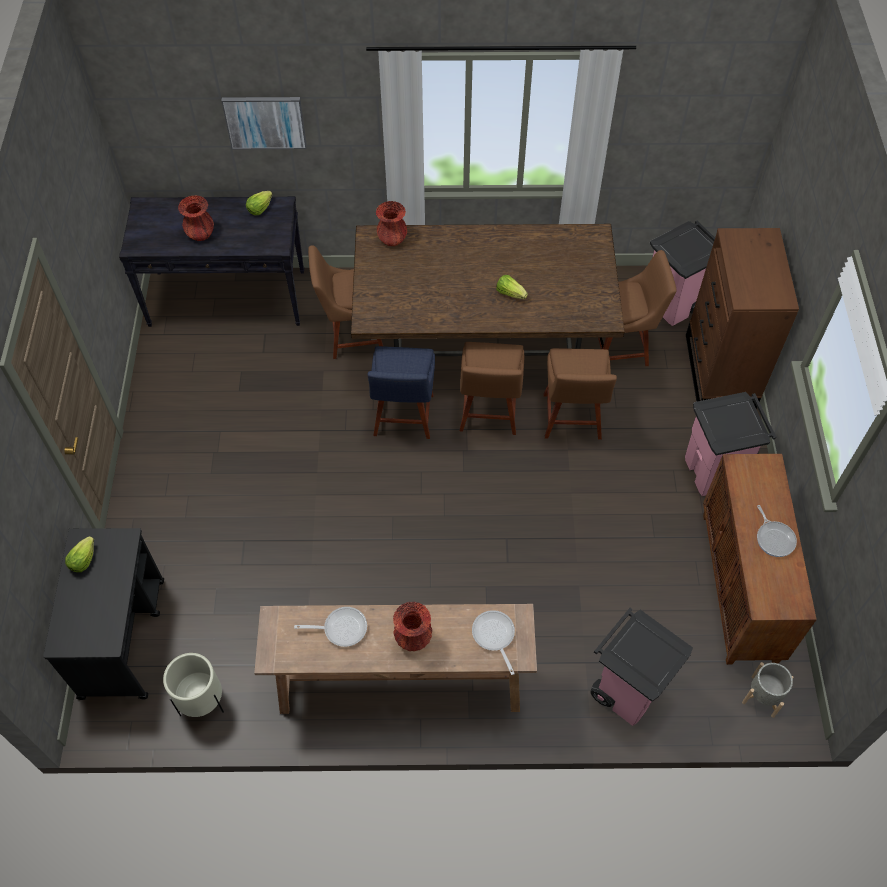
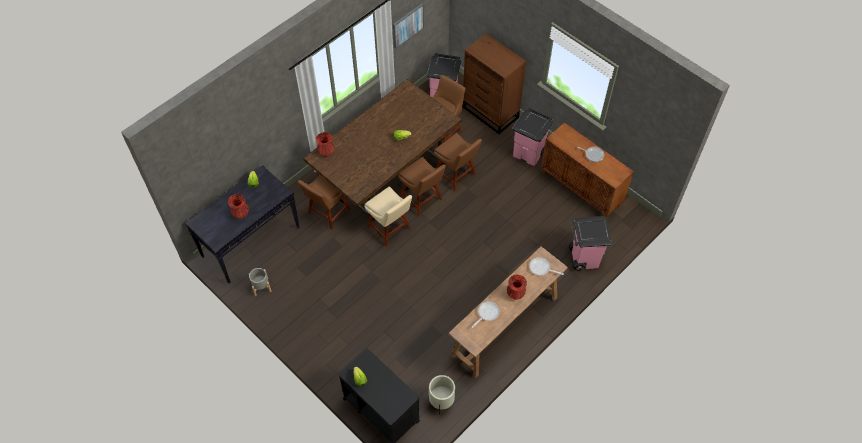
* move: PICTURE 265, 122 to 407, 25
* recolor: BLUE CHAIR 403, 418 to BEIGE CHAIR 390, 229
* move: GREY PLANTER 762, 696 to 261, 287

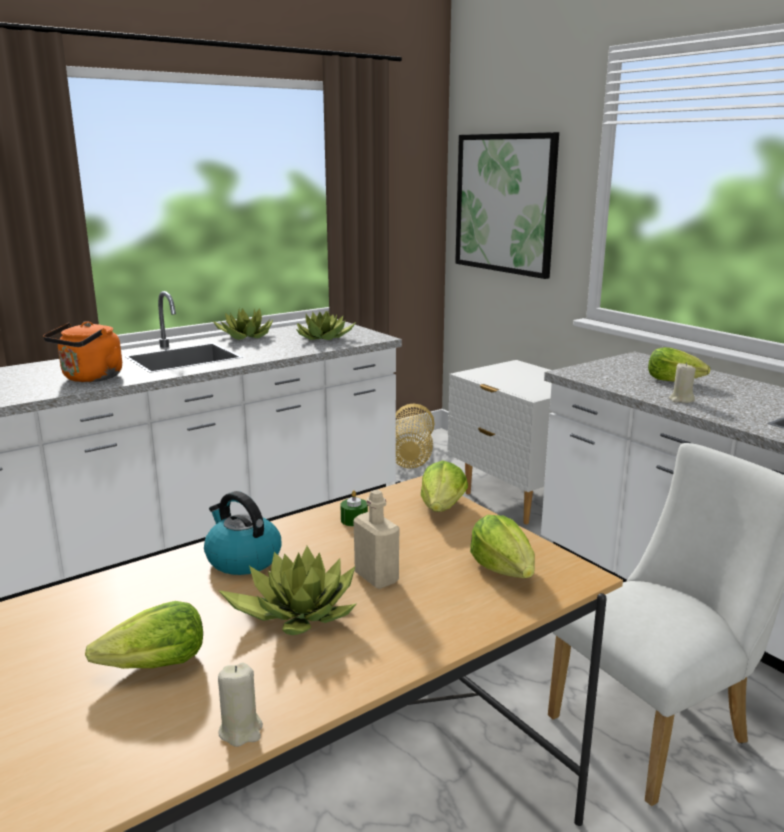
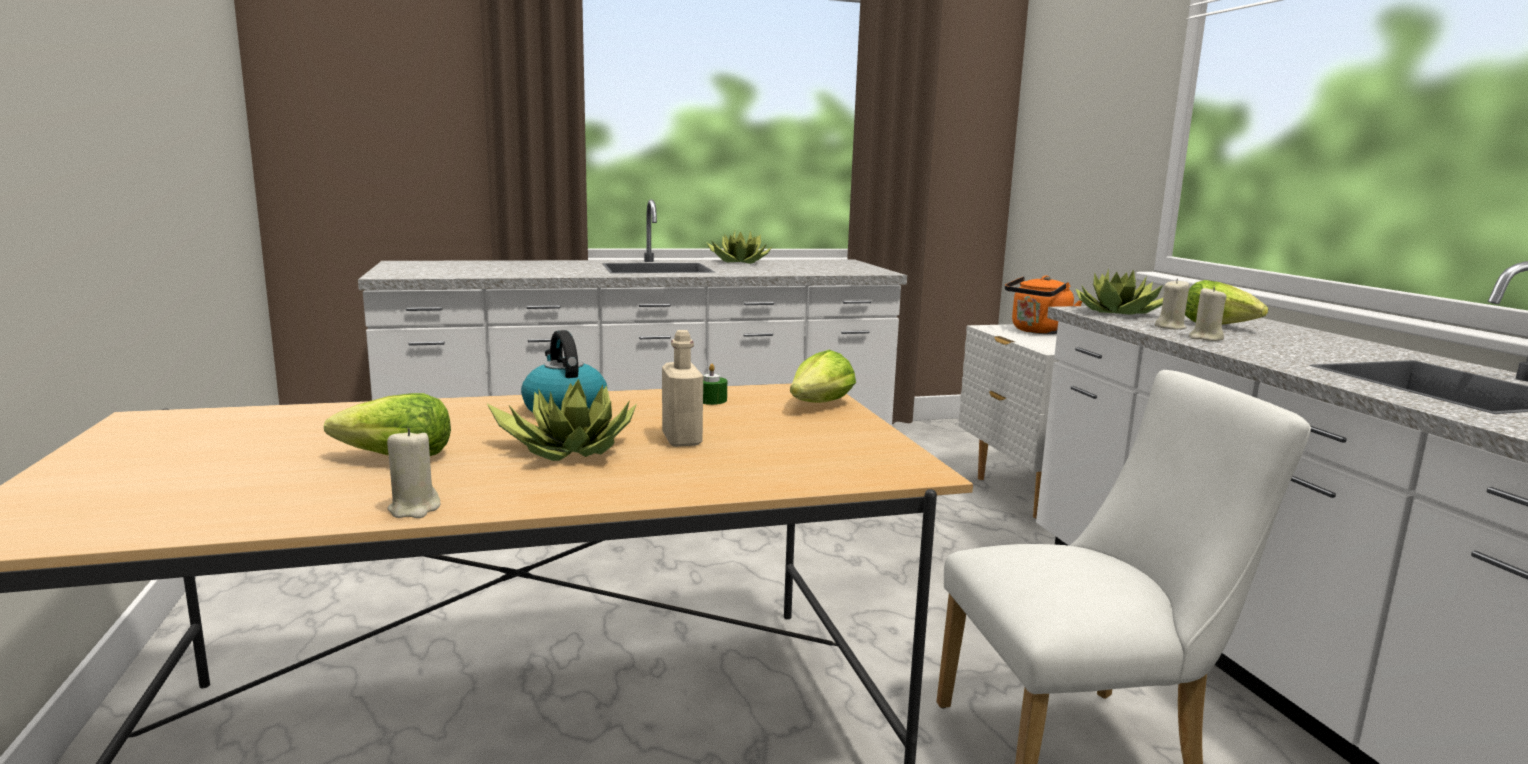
* delete: PICTURE 505, 203
* move: POTTED PLANT 324, 338 to 1119, 312
* move: ORANGE KETTLE 90, 378 to 1038, 331
* delete: BASKET 411, 457
* delete: LETTUCE 504, 569
* insert: BEIGE CANDLE 1170, 327

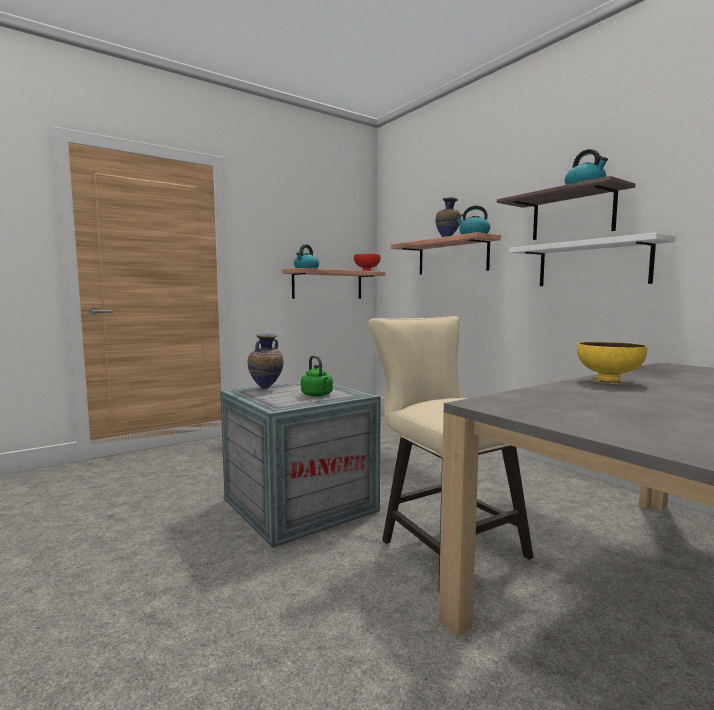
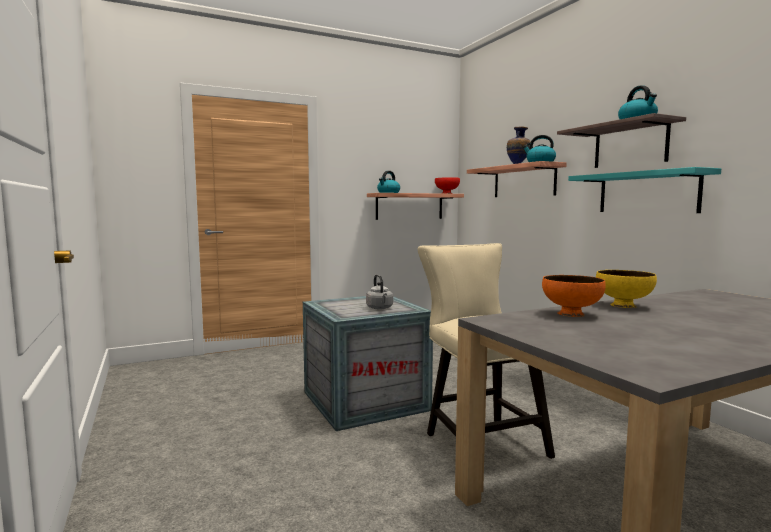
* recolor: WHITE SHELF 592, 264 to TURQUOISE SHELF 647, 192
* delete: VASE 266, 389
* recolor: GREEN KETTLE 317, 395 to GREY KETTLE 380, 308
* insert: ORANGE BOWL 571, 314

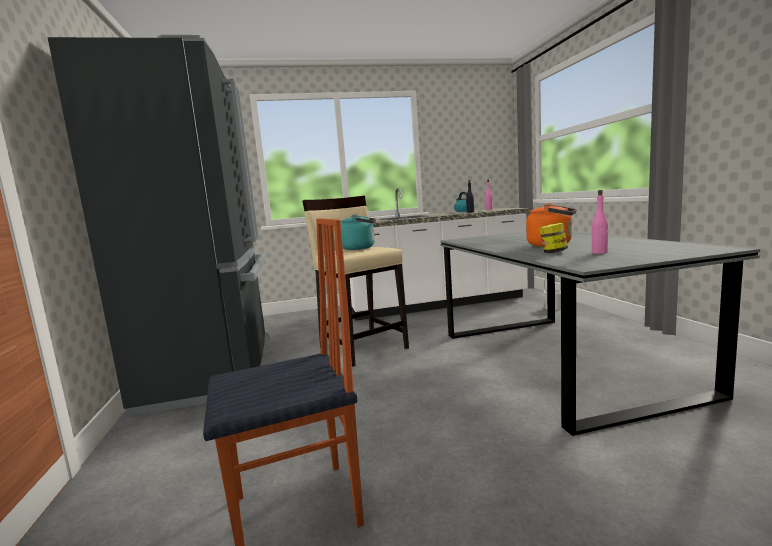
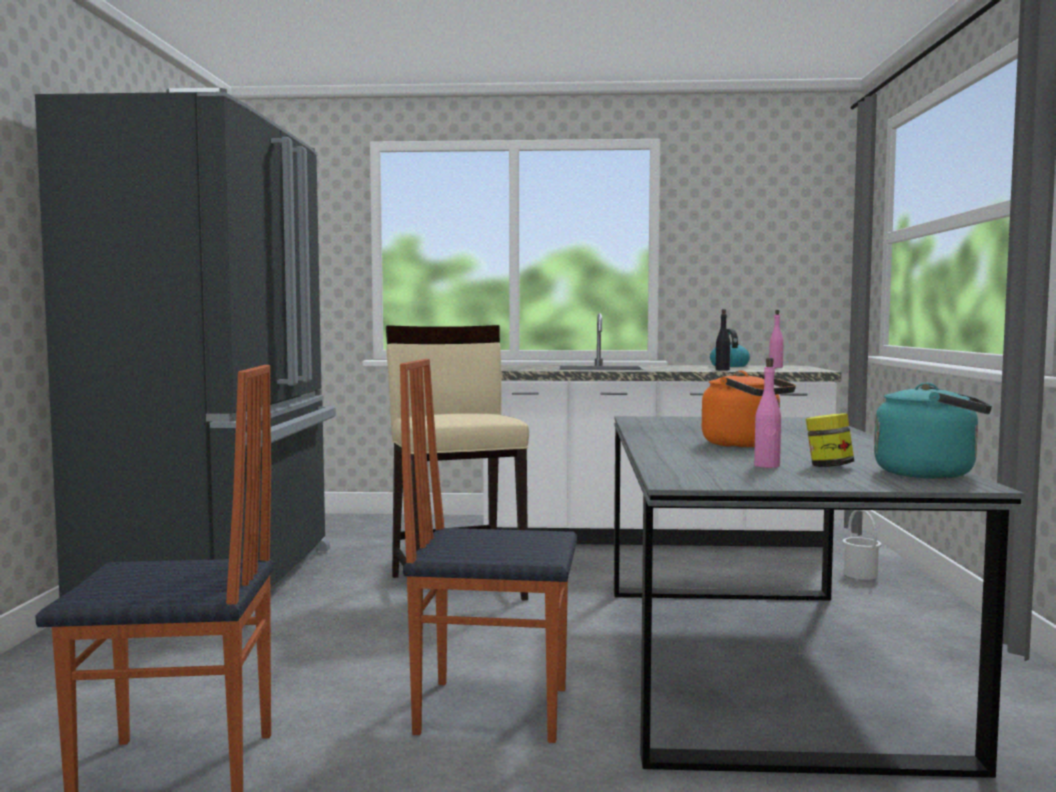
* move: TURQUOISE KETTLE 360, 248 to 931, 474
* move: JAR 553, 252 to 828, 466
* insert: CHAIR 491, 709

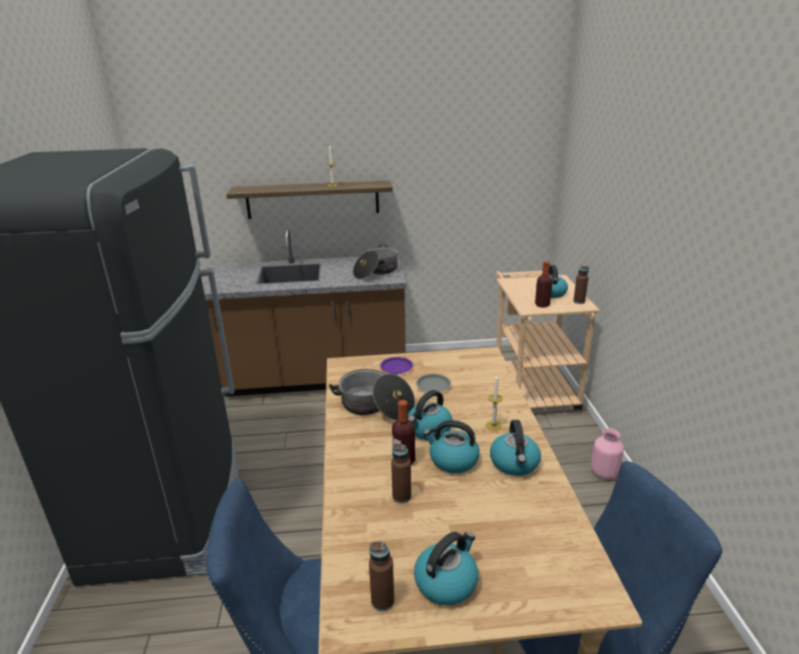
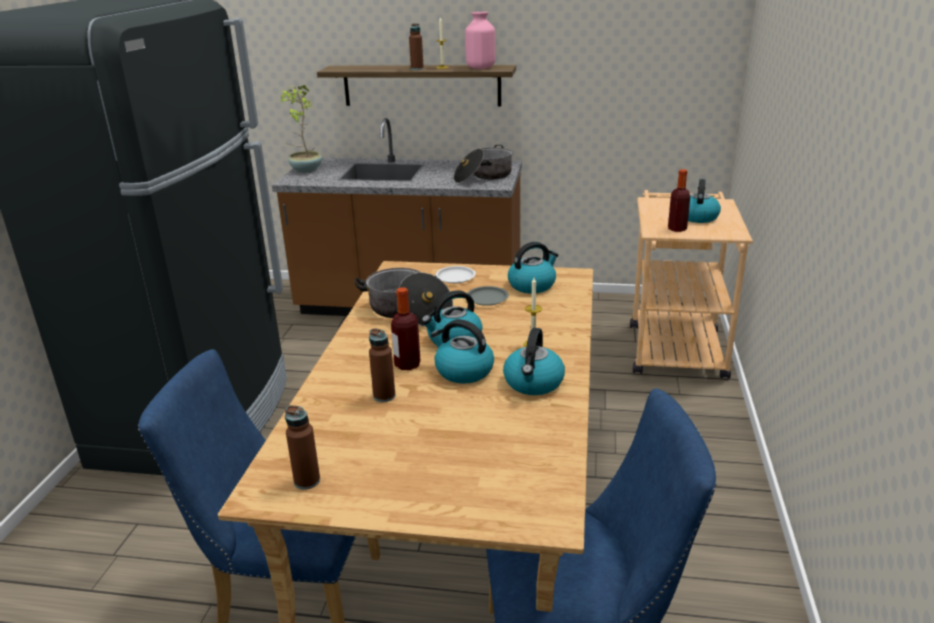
* move: BROWN BOTTLE 579, 301 to 417, 69
* recolor: PURPLE PLATE 396, 368 to WHITE PLATE 455, 277
* move: PINK VASE 604, 473 to 480, 68
* move: KETTLE 446, 582 to 532, 285
* insert: POTTED PLANT 305, 170

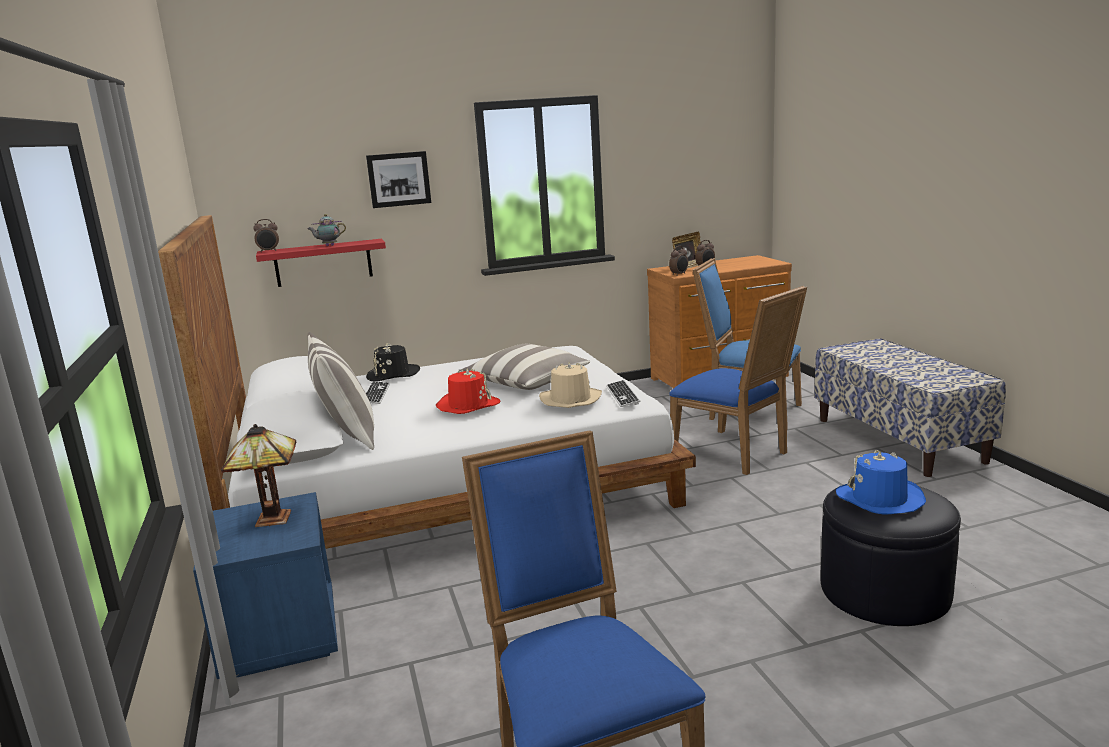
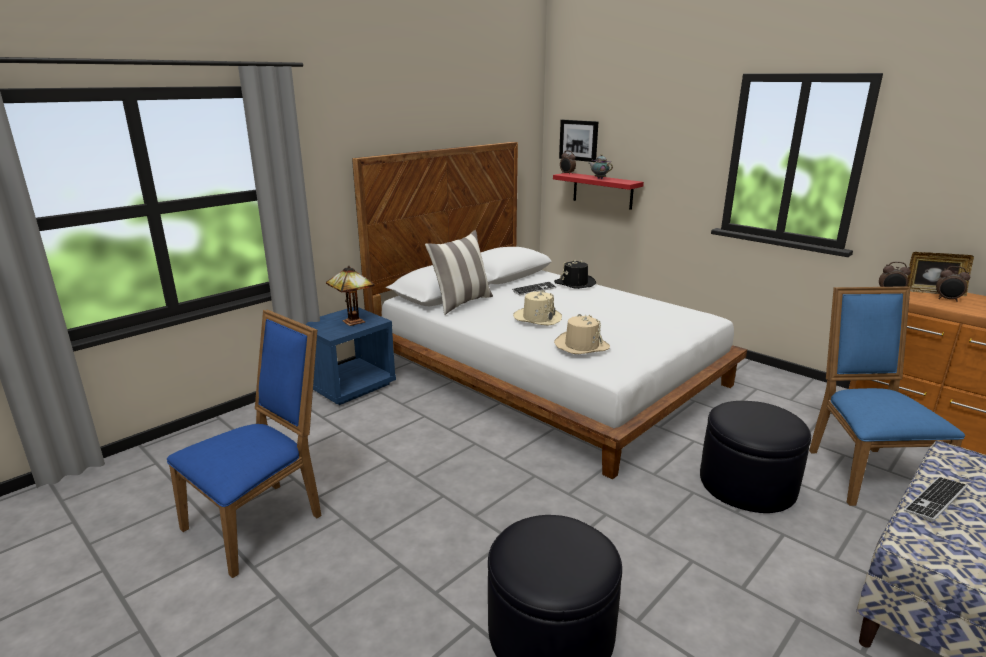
* move: PICTURE 398, 179 to 579, 140
* replace: BLUE CHAIR 735, 454 to BLACK OTTOMAN 747, 484
* delete: PILLOW 527, 382
* recolor: RED HAT 468, 405 to BEIGE HAT 537, 318
* move: KEYBOARD 622, 395 to 935, 500
* delete: BLUE HAT 880, 499

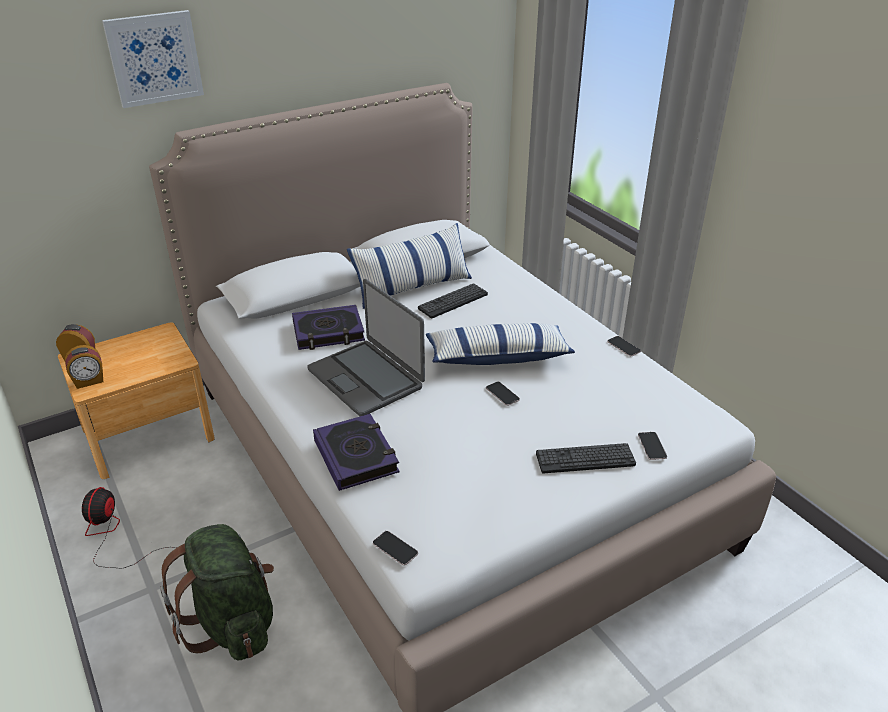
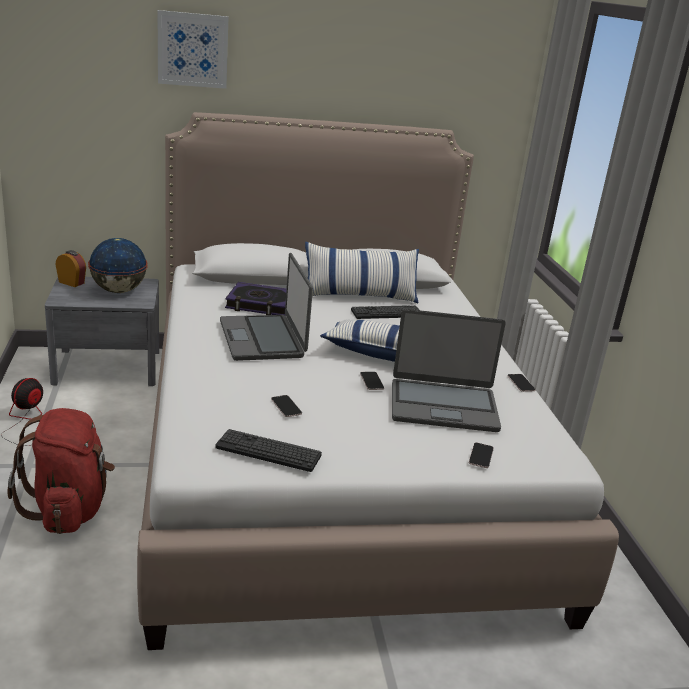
* recolor: BROWN NIGHTSTAND 148, 434 to GREY NIGHTSTAND 107, 367
* delete: ALARM CLOCK 89, 381
* delete: BOOK 356, 456
* move: KEYBOARD 585, 459 to 268, 451
* recolor: GREEN BACKPACK 232, 622 to RED BACKPACK 69, 509
* move: PHONE 395, 548 to 286, 406
* insert: GLOBE 118, 291
* insert: LAPTOP 443, 406

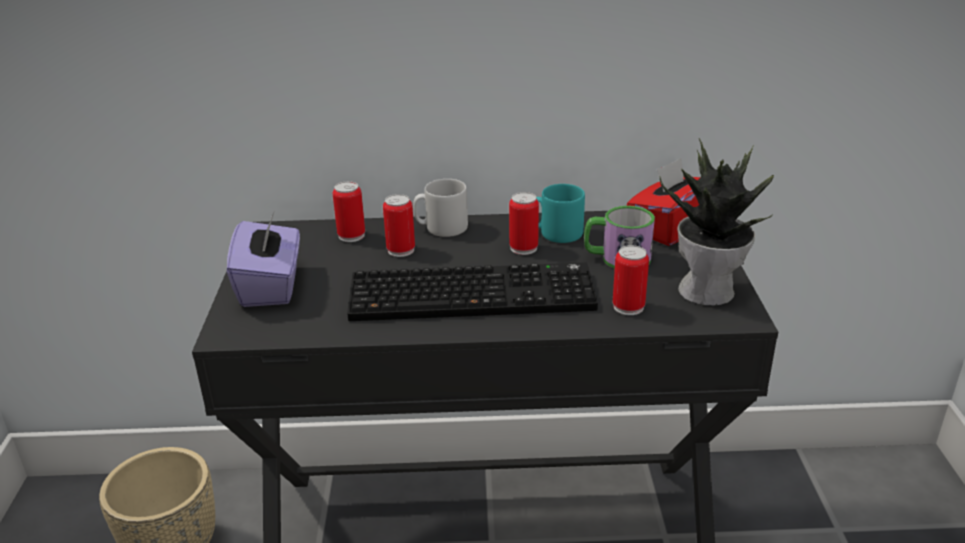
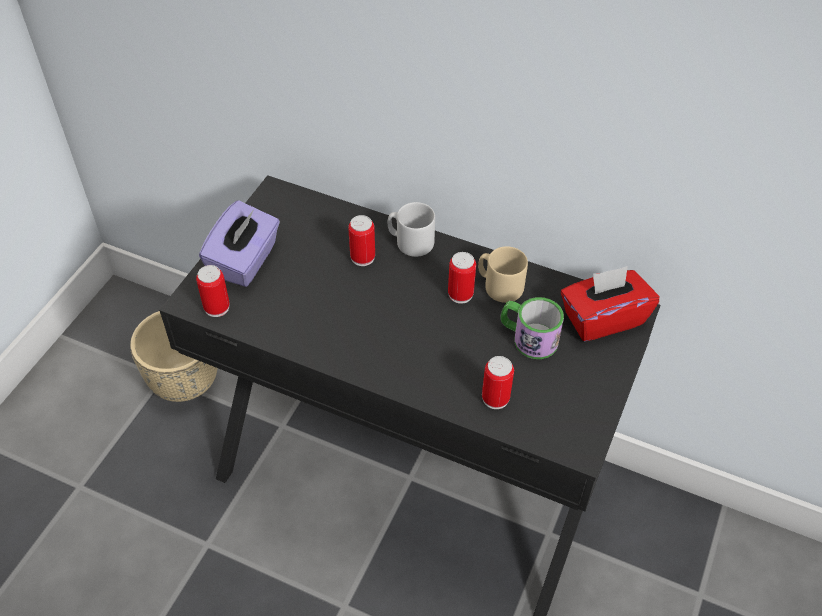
* delete: POTTED PLANT 708, 291
* move: CAN 351, 236 to 217, 307
* recolor: TURQUOISE MUG 556, 233 to BEIGE MUG 499, 286
* delete: KEYBOARD 474, 293

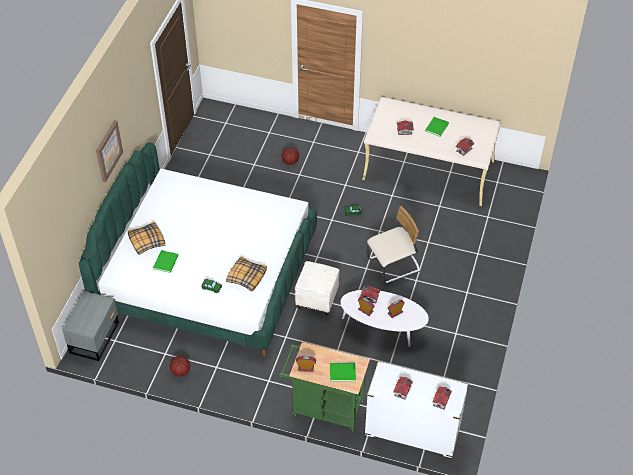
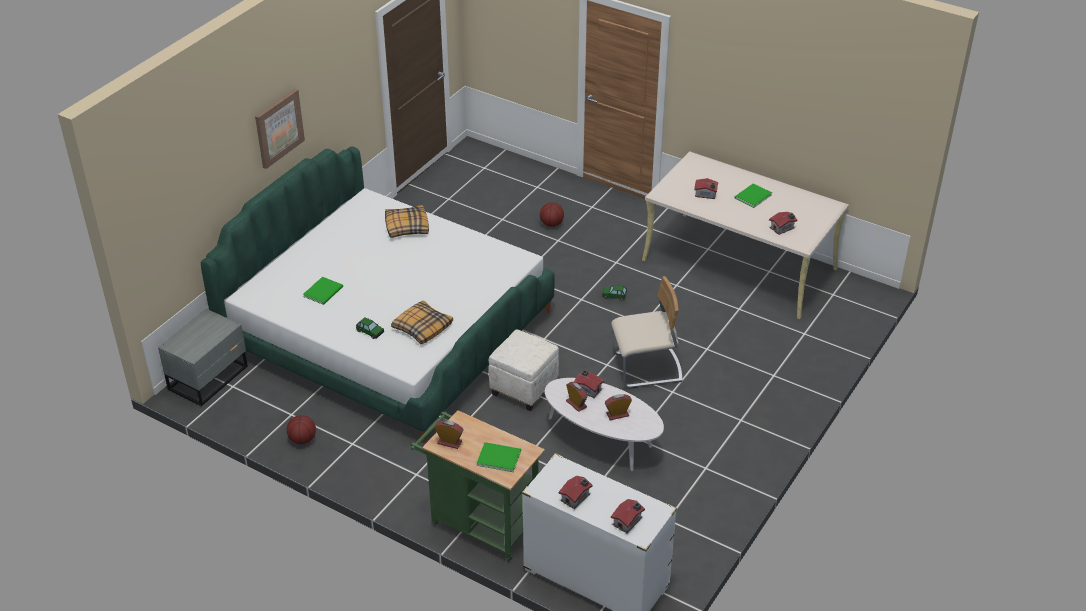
* move: PILLOW 146, 241 to 406, 227

